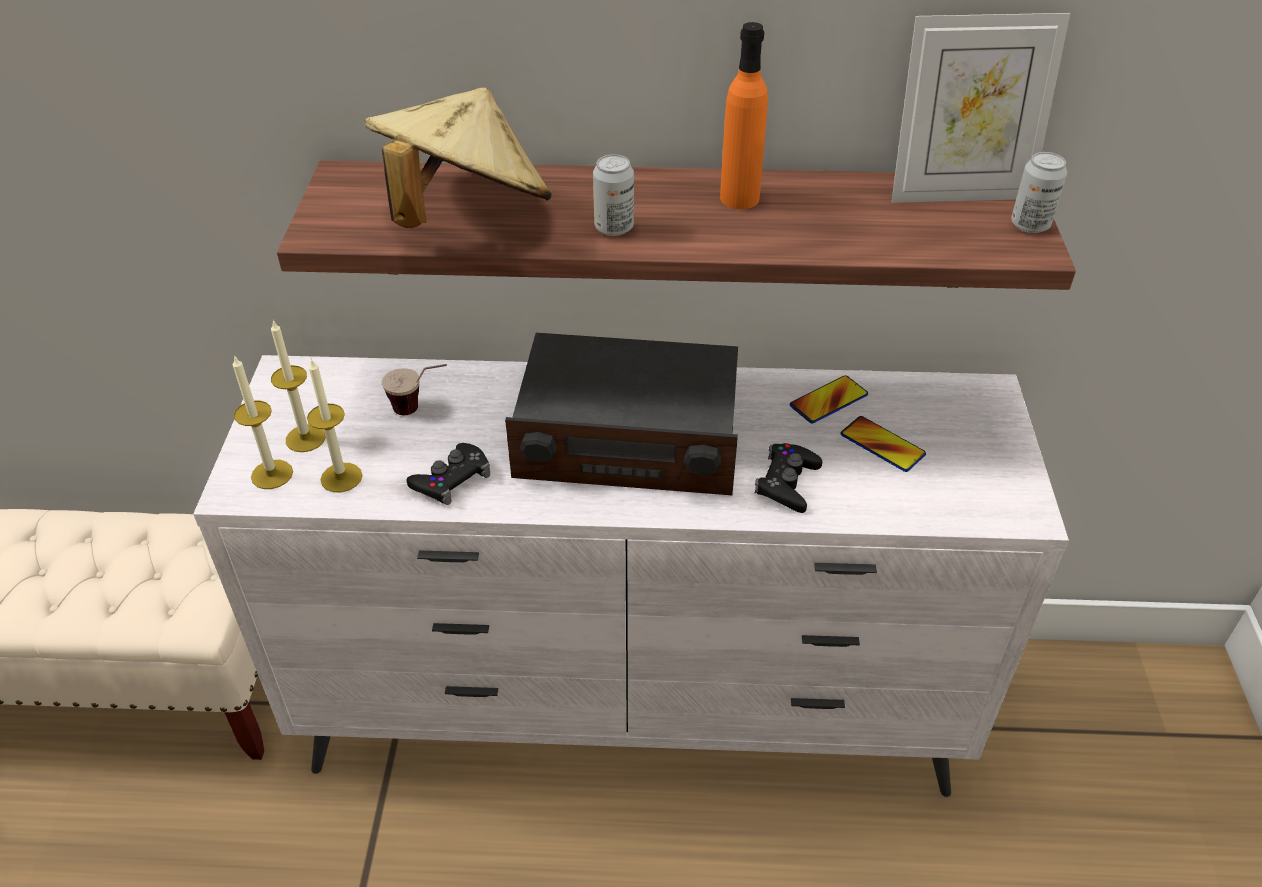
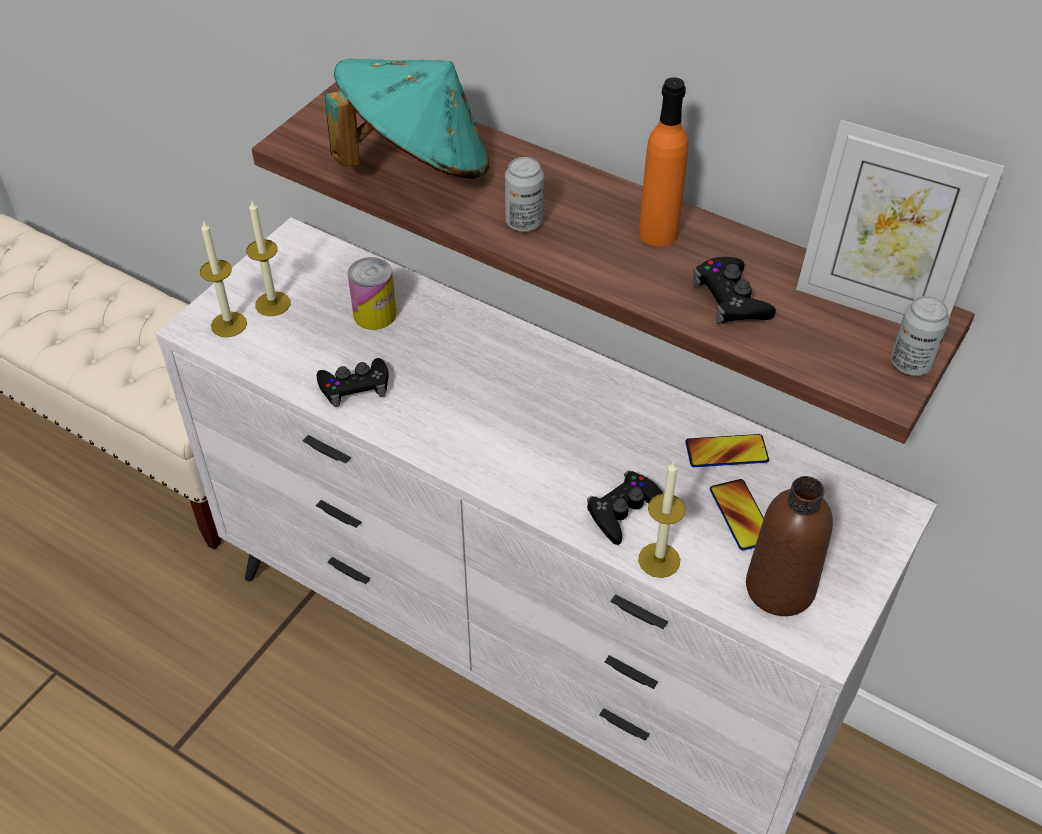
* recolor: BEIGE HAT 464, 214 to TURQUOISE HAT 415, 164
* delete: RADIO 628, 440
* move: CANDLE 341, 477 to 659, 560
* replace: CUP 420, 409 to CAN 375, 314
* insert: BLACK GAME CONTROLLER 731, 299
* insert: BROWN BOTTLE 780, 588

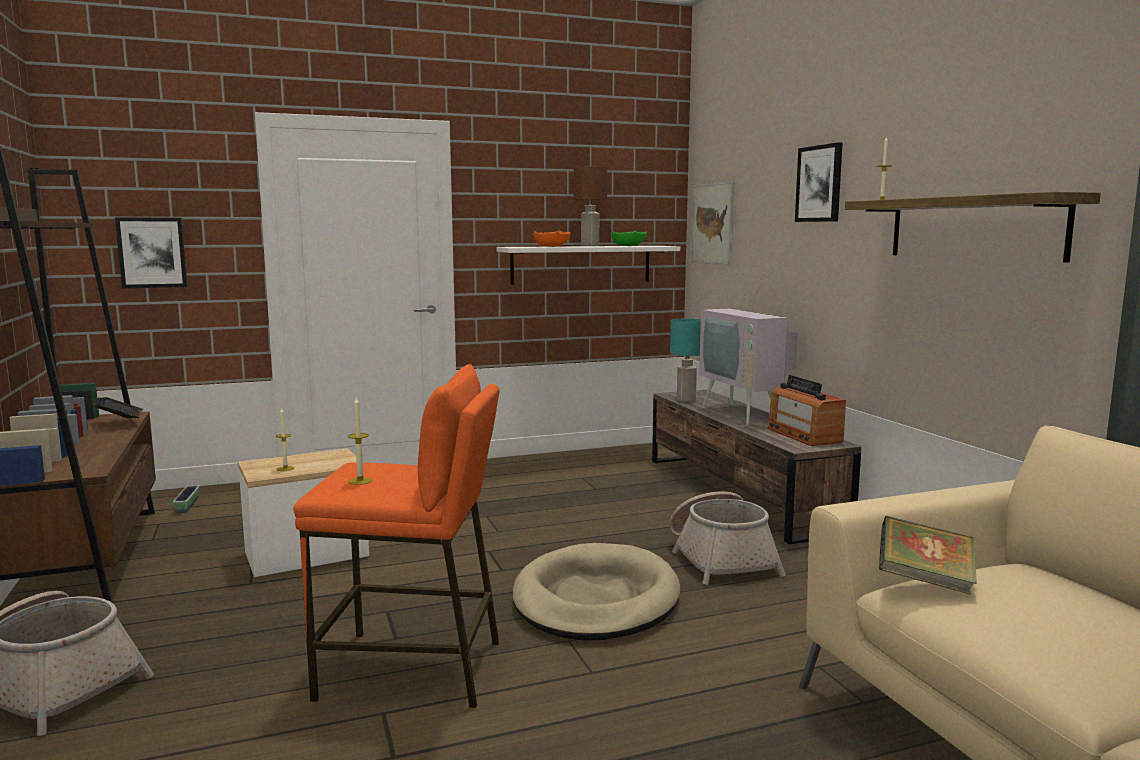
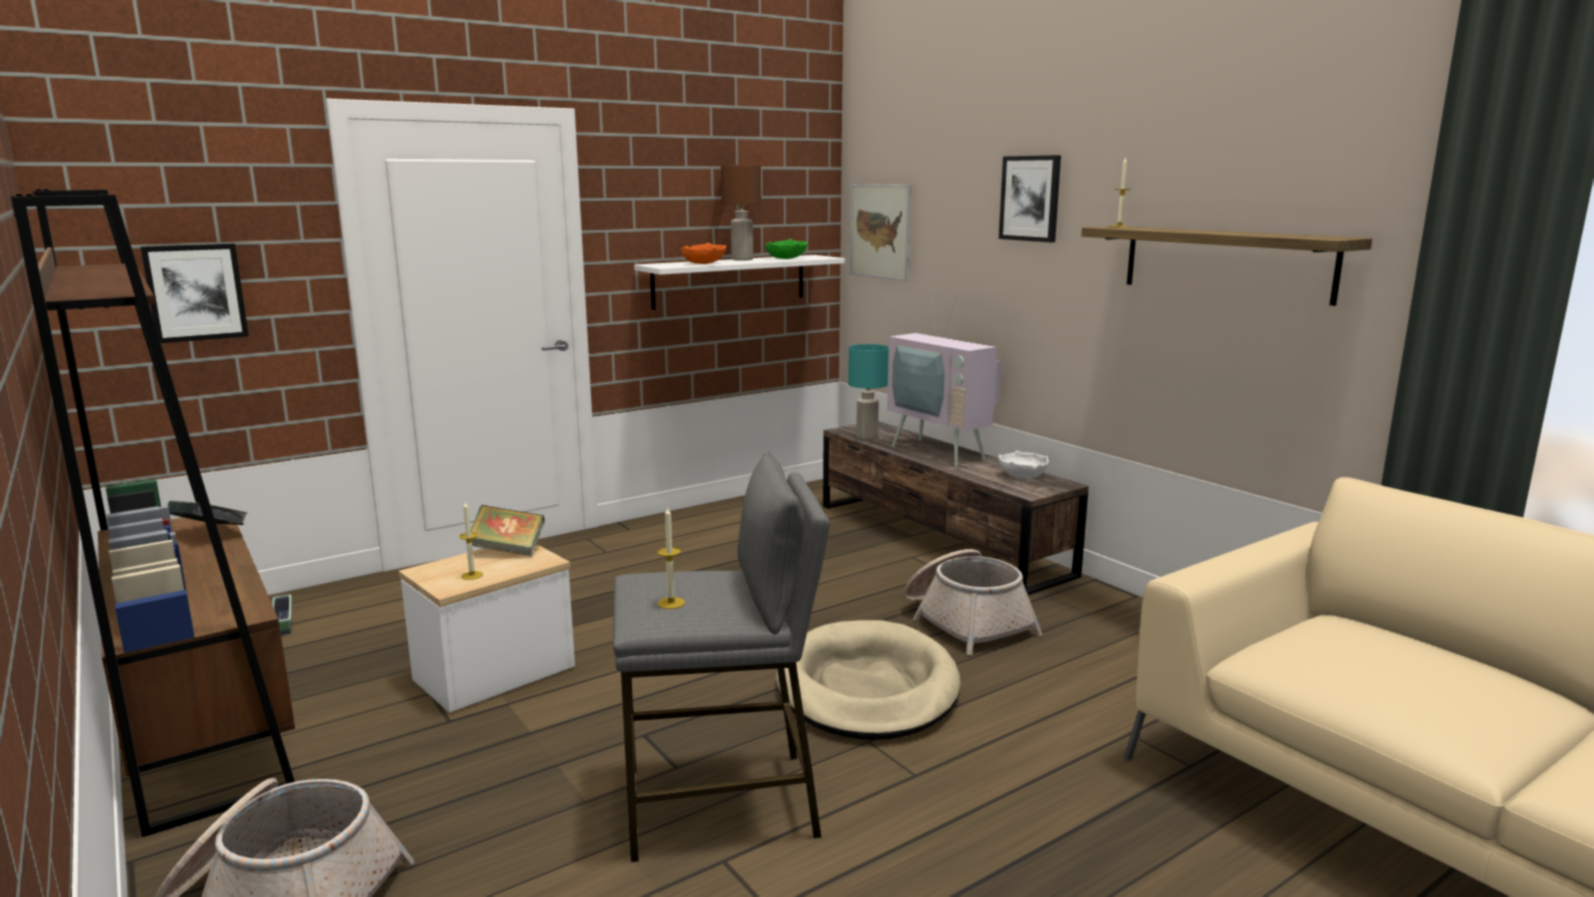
* recolor: ORANGE STOOL 411, 670 to GREY STOOL 721, 804
* replace: RADIO 803, 435 to WHITE BOWL 1023, 476
* move: BOOK 924, 581 to 508, 550

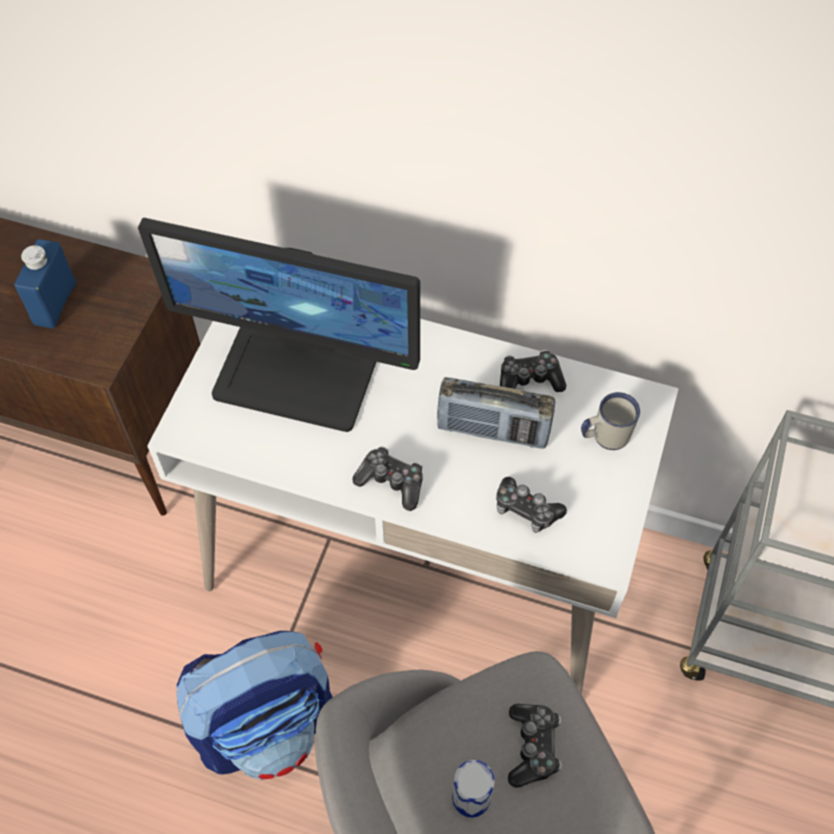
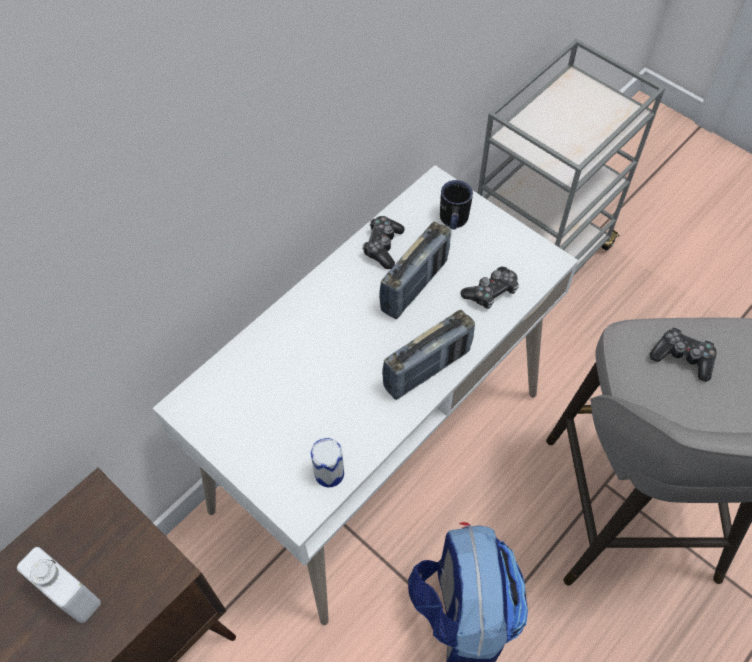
* delete: MONITOR 298, 374
* recolor: BLUE BOTTLE 55, 303 to WHITE BOTTLE 70, 594
* recolor: WHITE MUG 604, 436 to BLACK MUG 453, 222
* replace: GAME CONTROLLER 391, 482 to RADIO 427, 369
* move: CAN 471, 797 to 329, 473

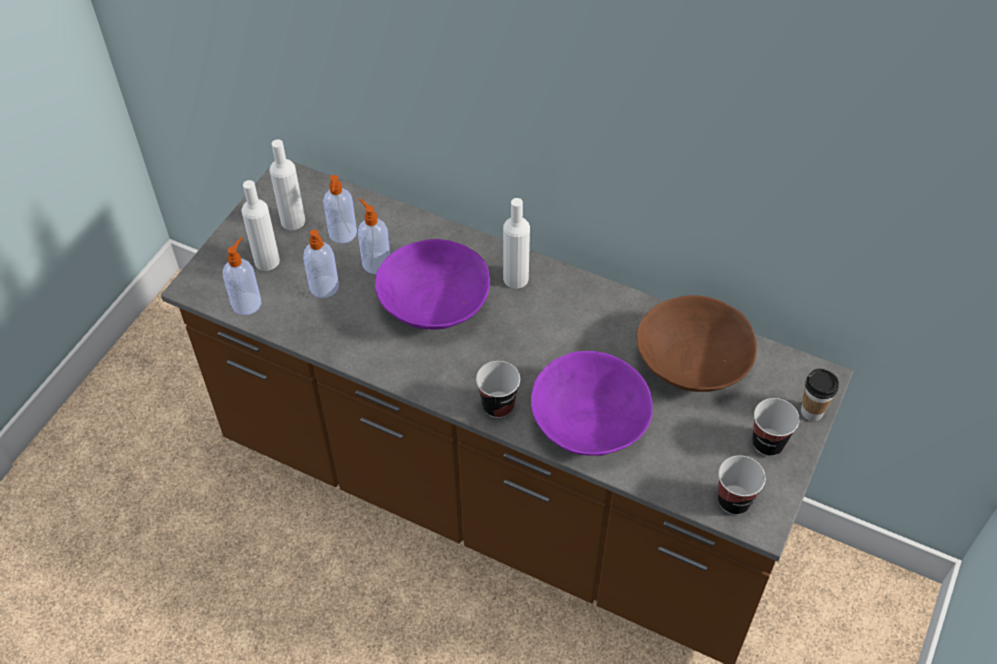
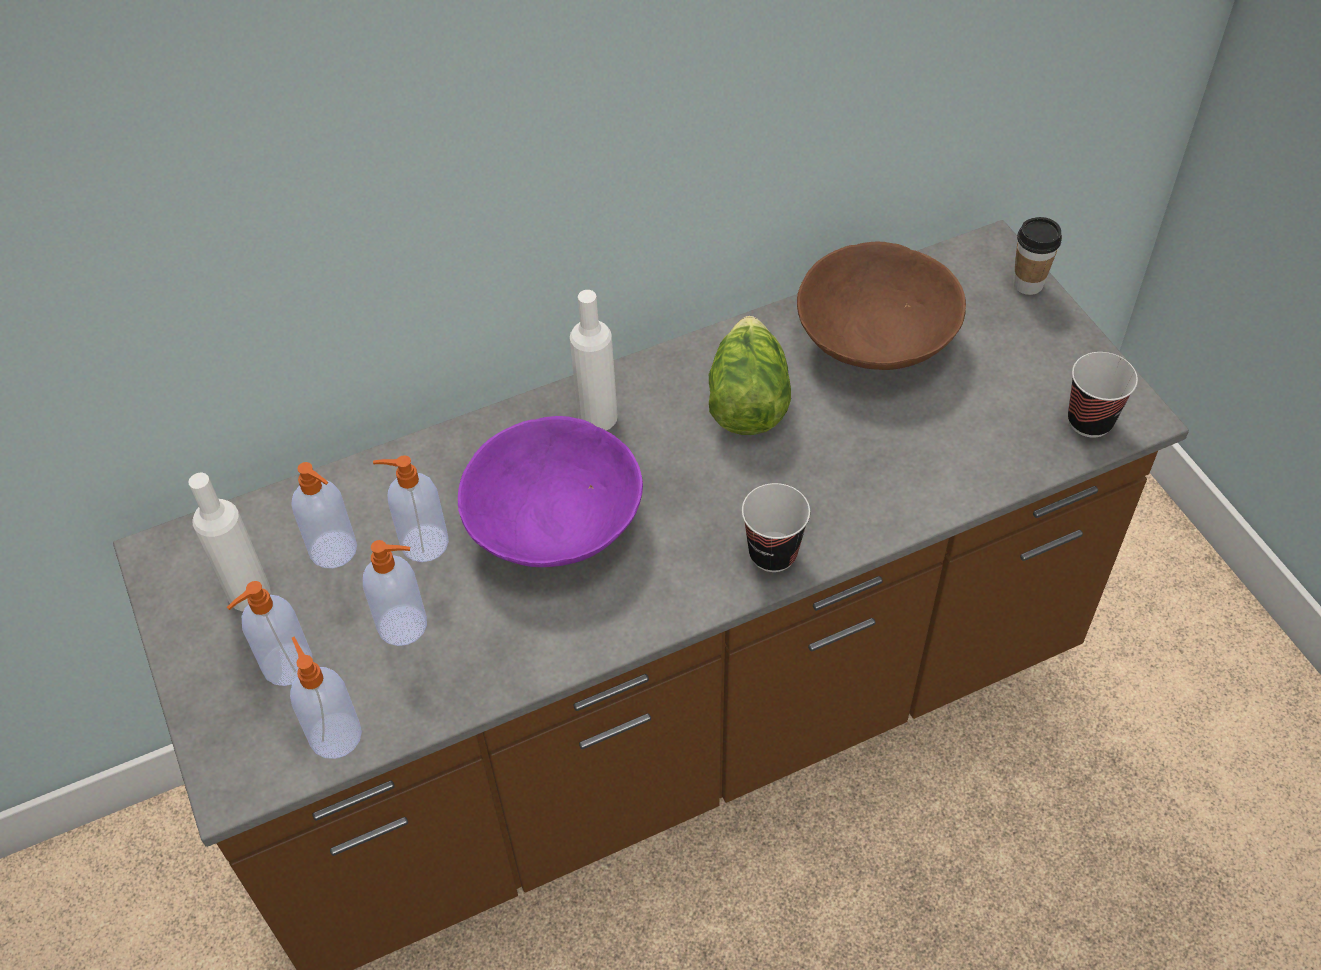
* replace: WHITE BOTTLE 267, 261 to SOAP DISPENSER 286, 666
* delete: PURPLE BOWL 589, 422
* delete: CUP 768, 443
* insert: LETTUCE 746, 399

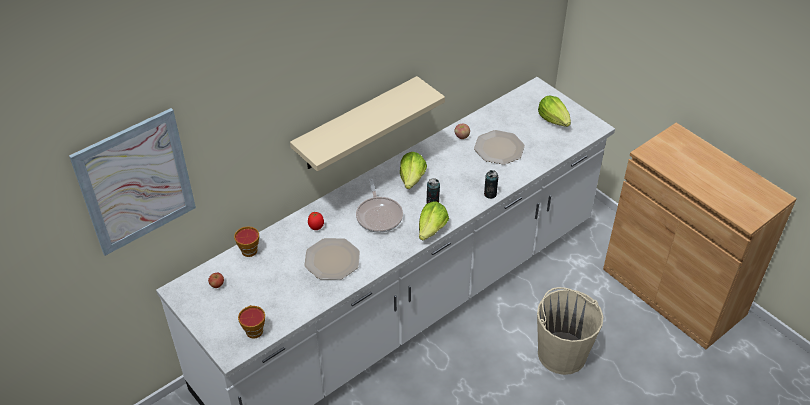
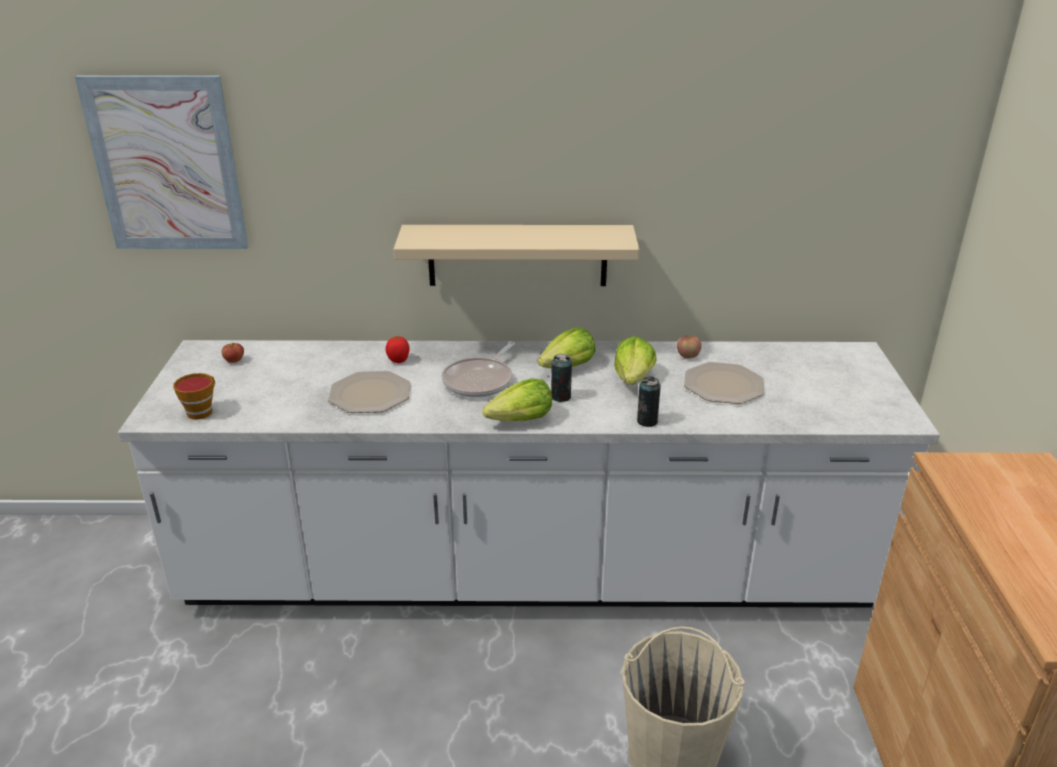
* move: LETTUCE 554, 120 to 633, 378
* delete: CUP 248, 249

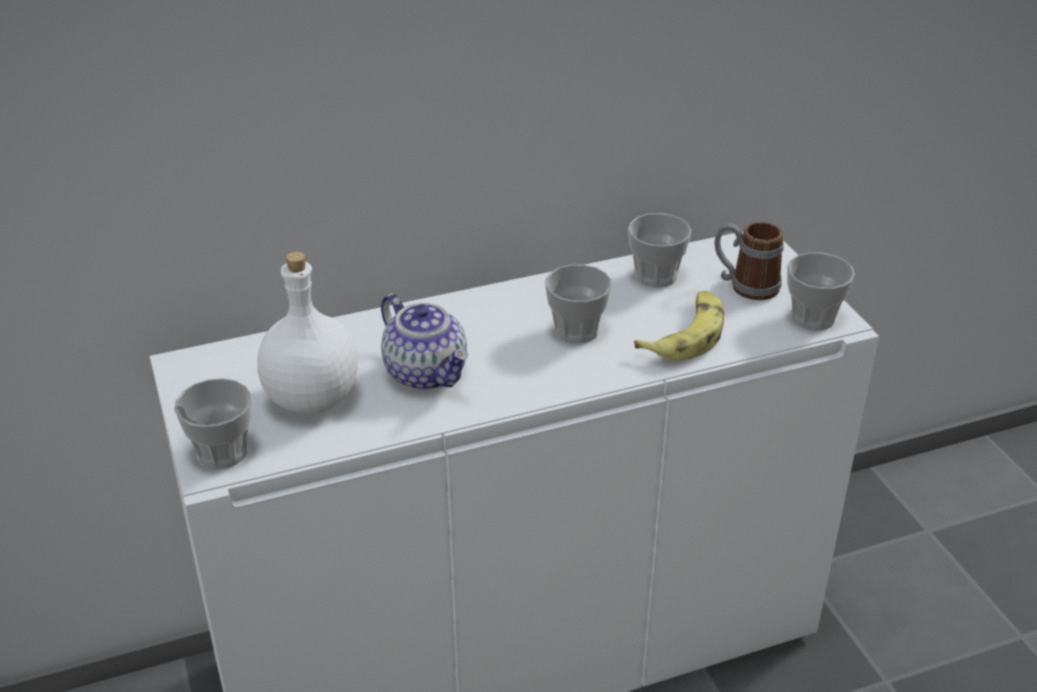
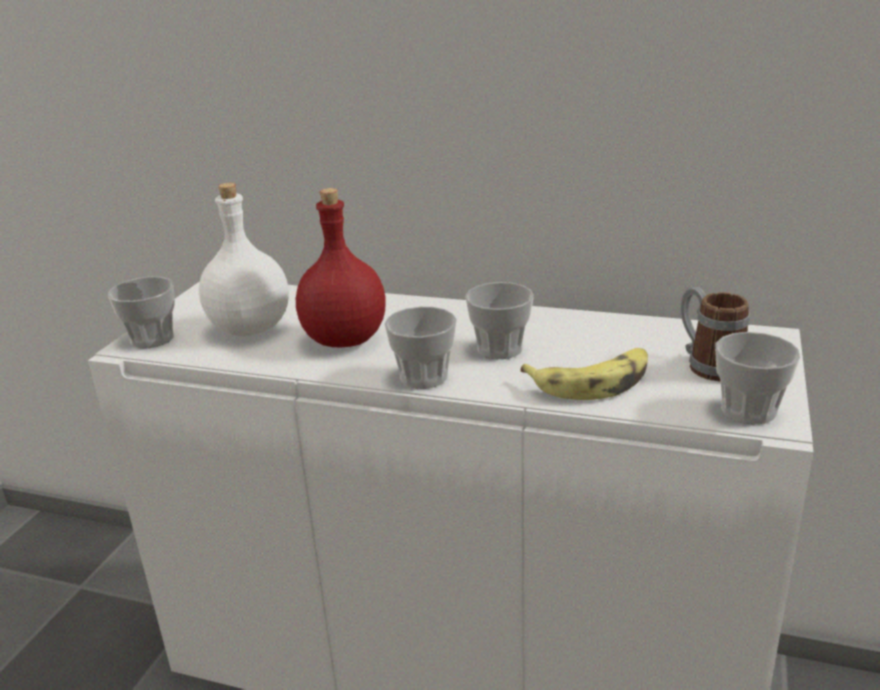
* move: CUP 656, 276 to 424, 377
* replace: TEAPOT 427, 373 to RED BOTTLE 346, 339

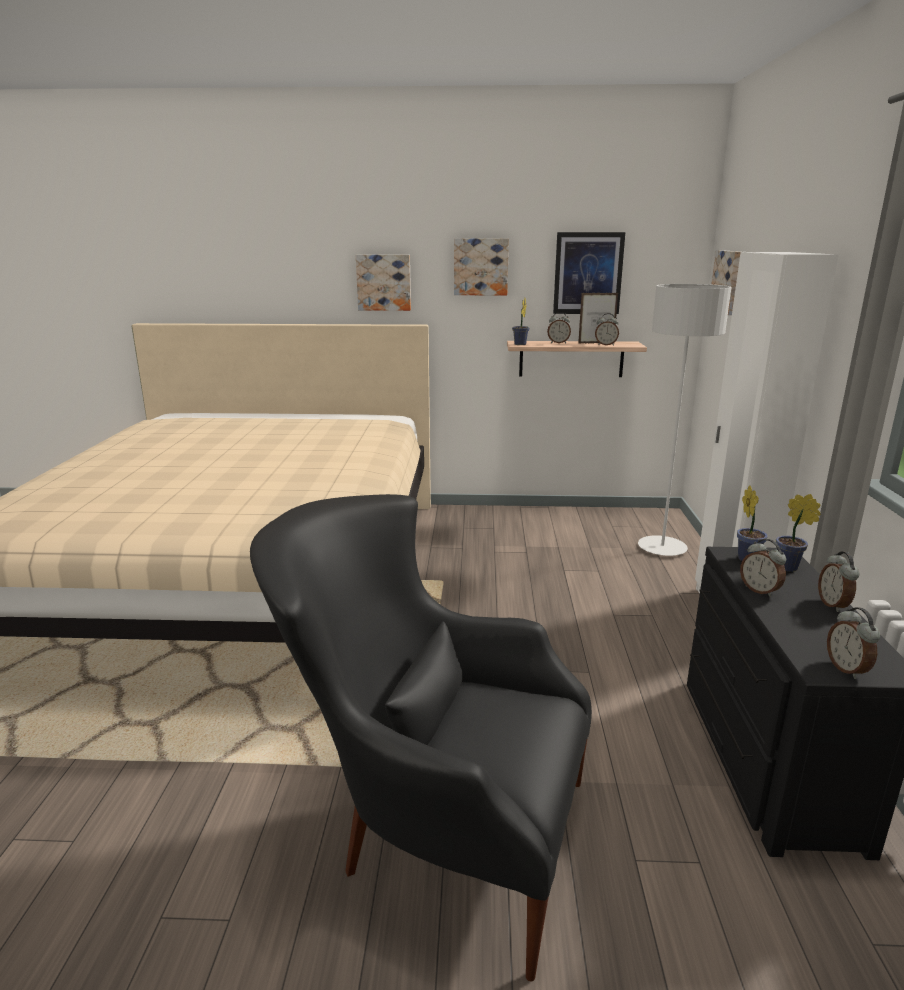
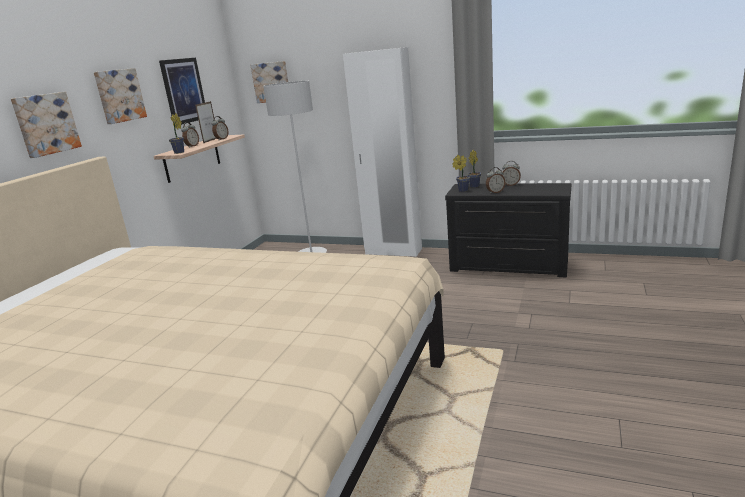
* delete: BLACK ARMCHAIR 433, 830
* delete: ALARM CLOCK 847, 669

